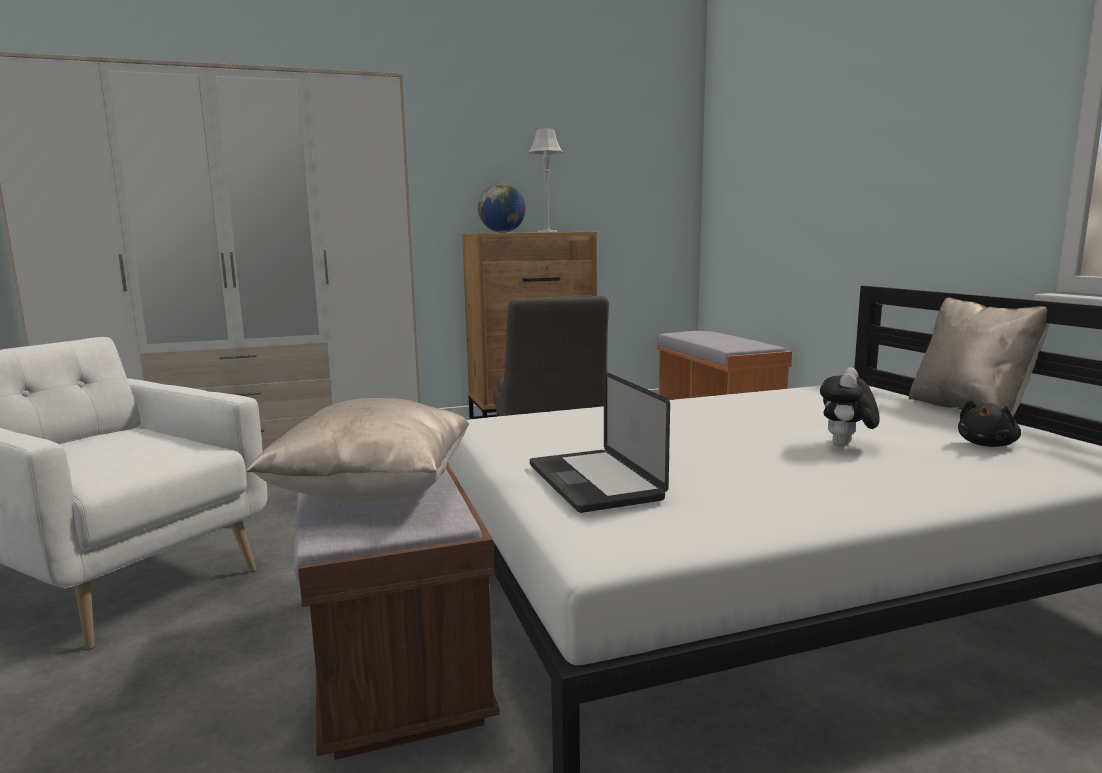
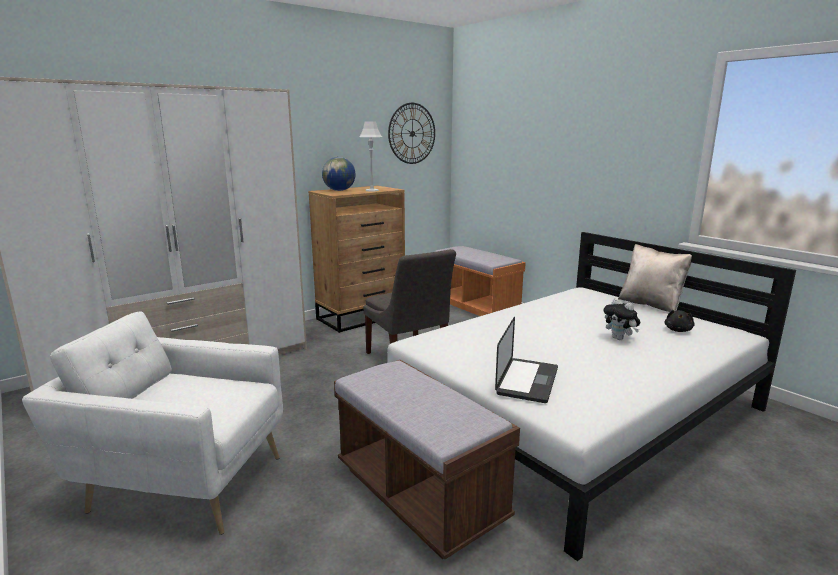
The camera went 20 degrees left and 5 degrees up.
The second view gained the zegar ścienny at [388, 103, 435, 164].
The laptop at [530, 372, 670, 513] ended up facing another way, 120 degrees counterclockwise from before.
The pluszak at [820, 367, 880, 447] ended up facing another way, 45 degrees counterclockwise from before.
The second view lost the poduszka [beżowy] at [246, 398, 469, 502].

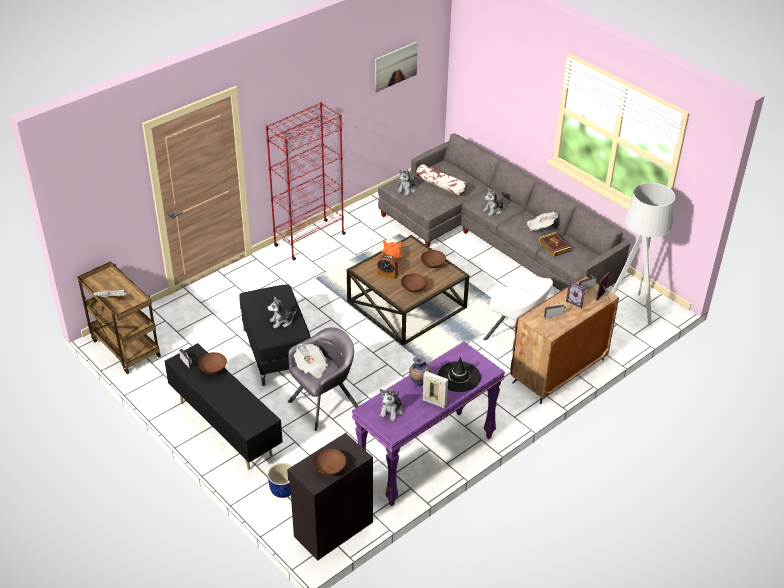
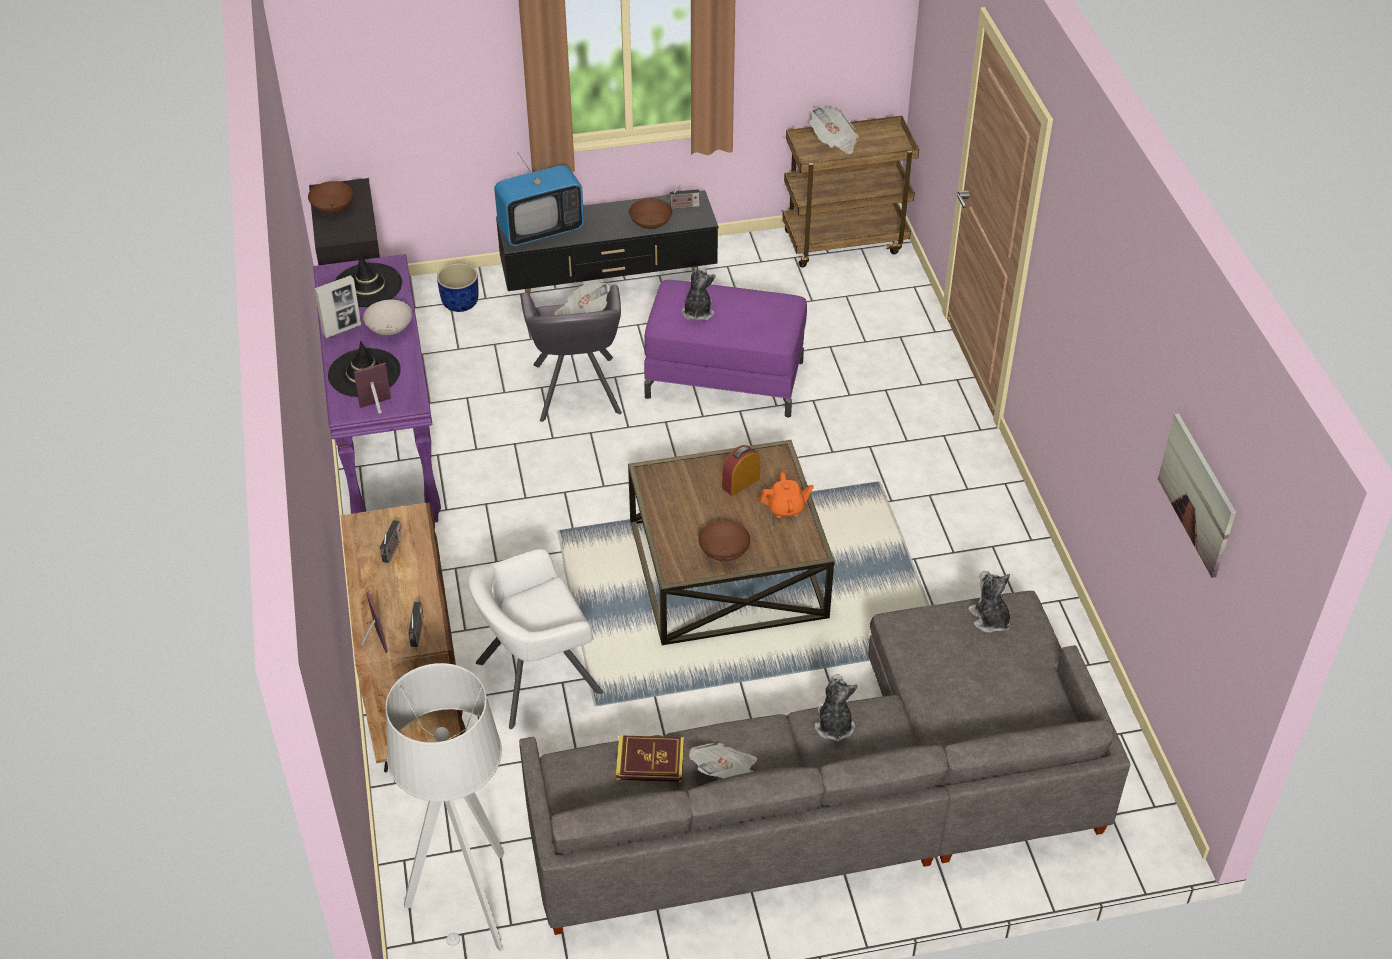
The camera went 120 degrees right and 5 degrees up.
Where the pluszak stood at [380, 389, 403, 421], the kapelusz [czarny] came to stand at [335, 254, 402, 307].
The ramka na zdjęcie ended up elsewhere, having gone from [566, 281, 586, 308] to [354, 363, 391, 414].
Where the wazon stood at [409, 355, 431, 386], the miska [biały] came to stand at [363, 300, 412, 335].
The second view gained the telewizor at [494, 144, 584, 246].
What was the pufa [czarny] at [239, 284, 311, 386] turned into the pufa [fioletowy] at [644, 280, 807, 417].
The second view lost the regał [czerwony] at [266, 102, 346, 260].
The second view lost the miska [brązowy] at [401, 273, 427, 292].
The second view lost the poduszka at [416, 164, 467, 196].

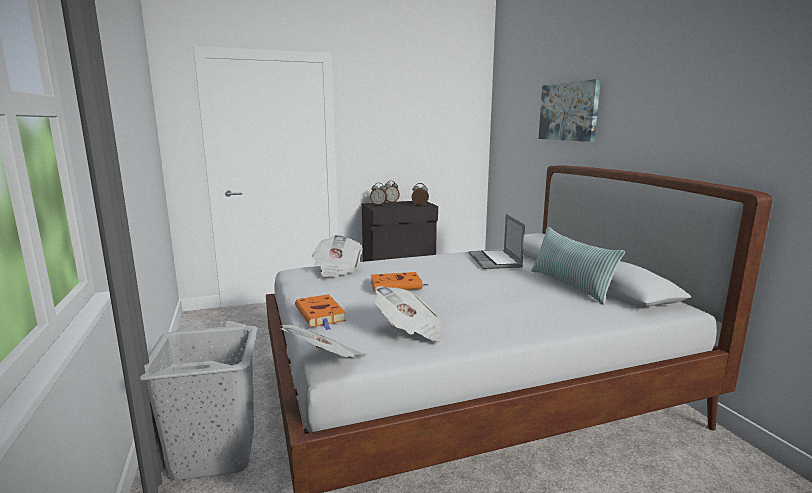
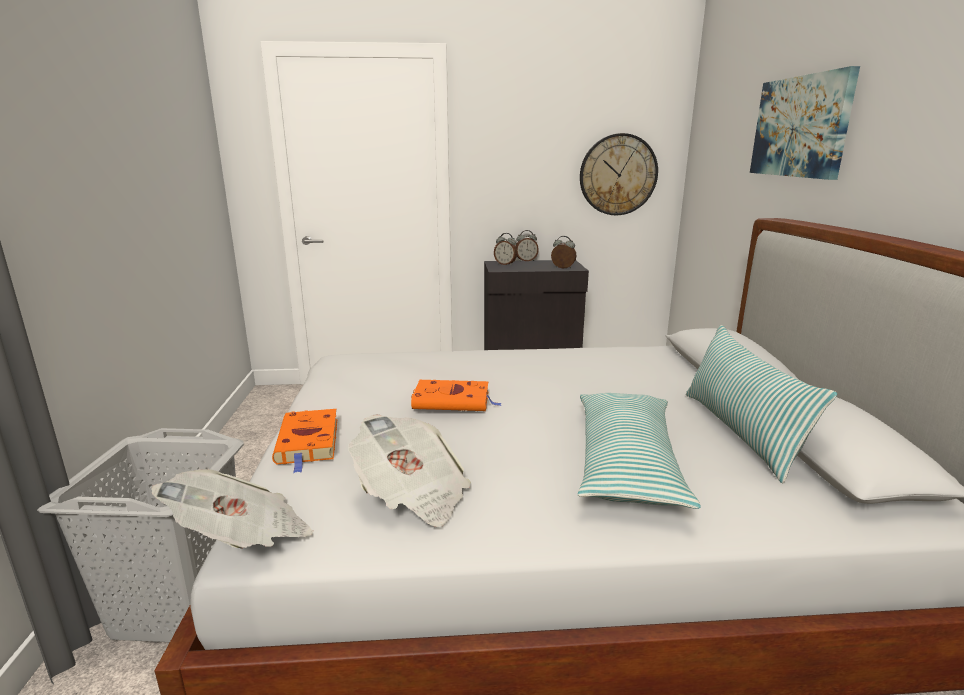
The camera went 15 degrees right and 5 degrees up.
The second view gained the poduszka at [578, 393, 701, 509].
The second view gained the zegar ścienny at [580, 133, 658, 215].
The second view lost the gazeta at [312, 235, 363, 277].
The second view lost the laptop at [469, 214, 525, 269].

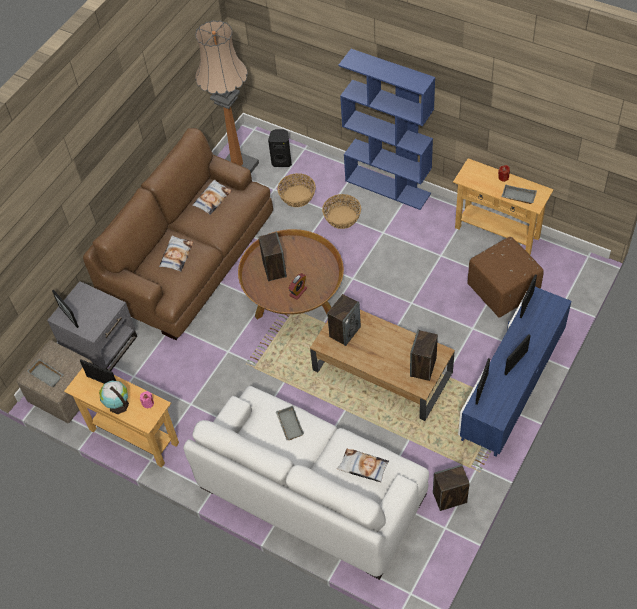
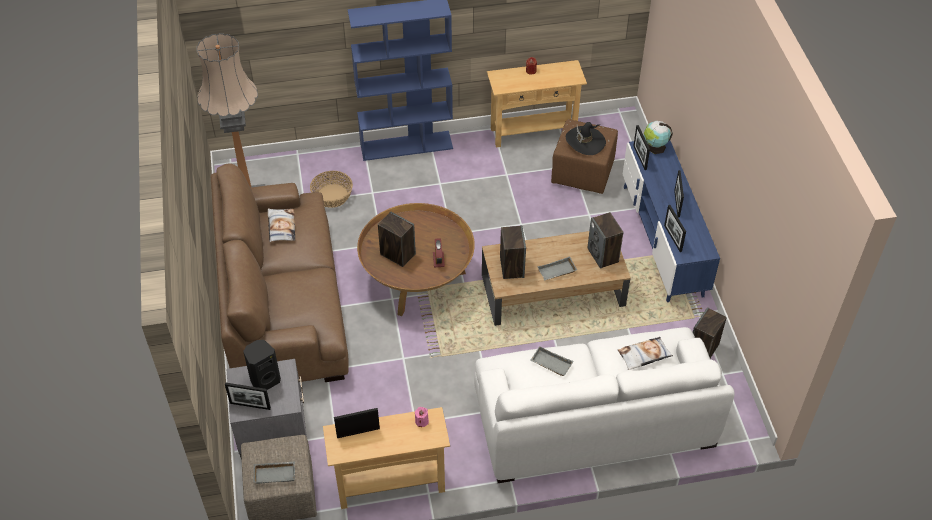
The camera went 45 degrees left and 5 degrees down.
The głośnik [czarny] ended up elsewhere, having gone from [268, 129, 292, 167] to [243, 340, 281, 390].
The taca [szary] ended up elsewhere, having gone from [501, 184, 537, 204] to [537, 256, 577, 280].
The second view gained the kapelusz [czarny] at [566, 122, 606, 155].
The globus ended up elsewhere, having gone from [99, 380, 129, 414] to [644, 121, 673, 154].
The second view lost the poduszka at [159, 235, 193, 271].
The second view lost the koszyk at [322, 194, 361, 229].

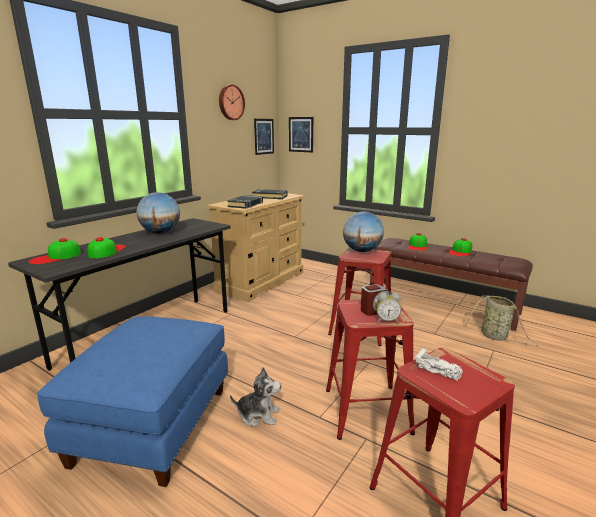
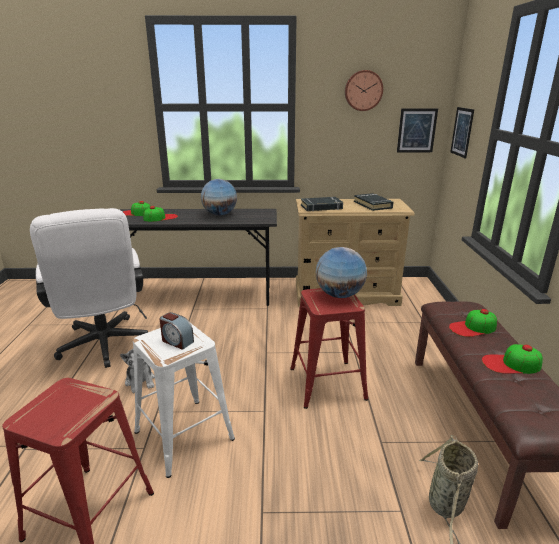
The camera went 55 degrees right and 5 degrees up.
Where the pufa [niebieski] stood at [37, 316, 228, 487], the krzesło biurowe [biały] came to stand at [30, 208, 148, 368].
What was the stołek [czerwony] at [326, 300, 415, 440] turned into the stołek [biały] at [133, 323, 235, 478].
The second view lost the budzik at [376, 293, 401, 323].
The second view lost the samochodzik [biały] at [414, 347, 463, 381].

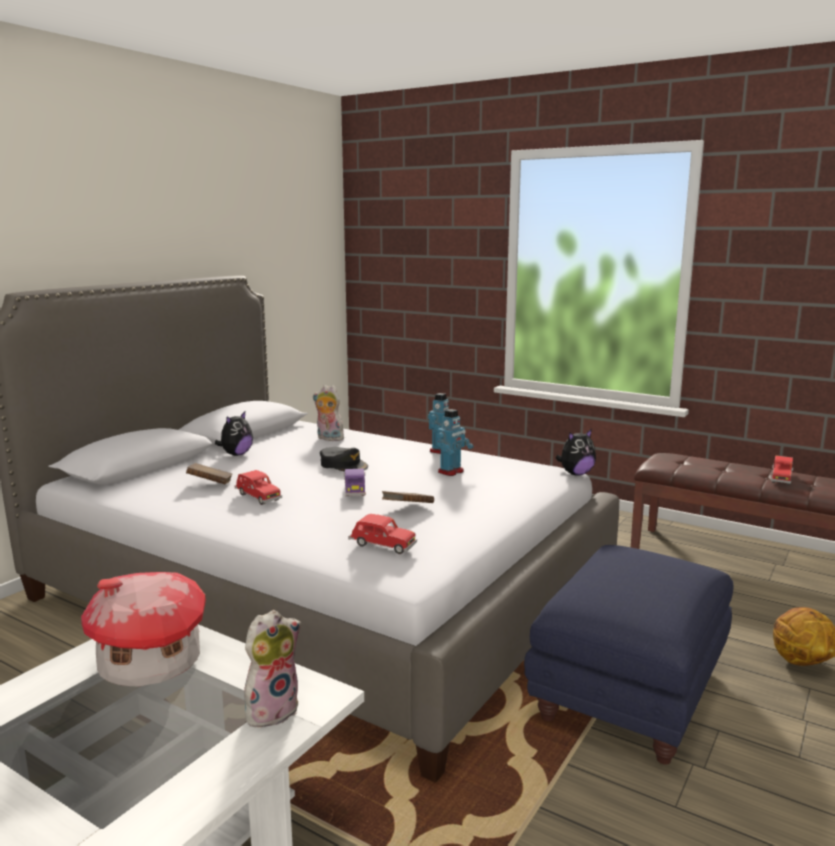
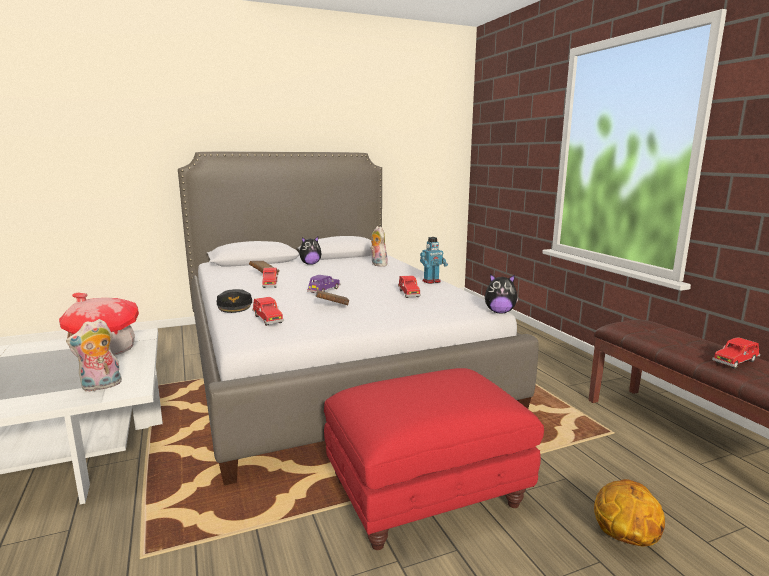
The camera went 35 degrees right and 0 degrees up.
The pluszak at [244, 610, 301, 727] ended up facing another way, 150 degrees clockwise from before.
The czapka z daszkiem [czarny] ended up elsewhere, having gone from [320, 447, 368, 472] to [216, 289, 252, 313].
What was the pufa [niebieski] at [524, 545, 734, 765] turned into the pufa [czerwony] at [324, 368, 544, 550].
Where the robot zabawkowy stood at [436, 409, 474, 476], the samochodzik [czerwony] came to stand at [398, 275, 421, 298].

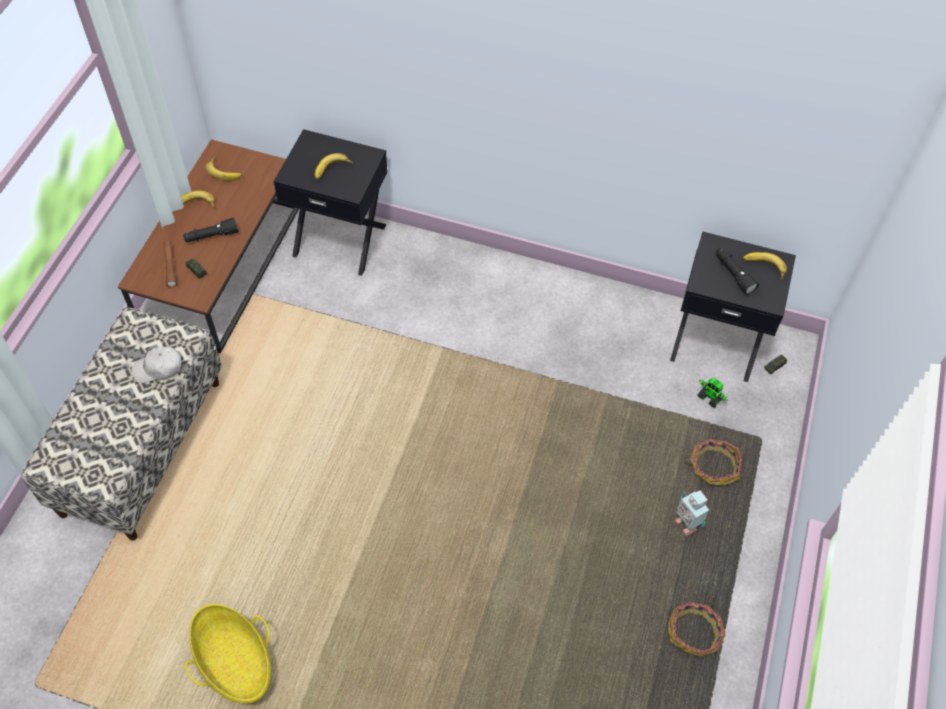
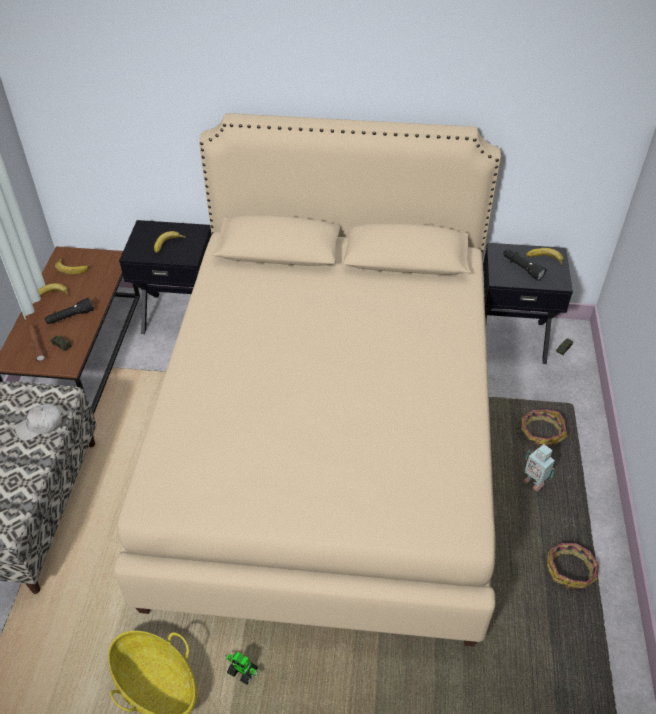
The camera went 10 degrees left and 10 degrees down.
The second view gained the łóżko [beżowy] at [114, 113, 501, 646].
The robot zabawkowy ended up elsewhere, having gone from [697, 378, 728, 408] to [225, 652, 258, 685].

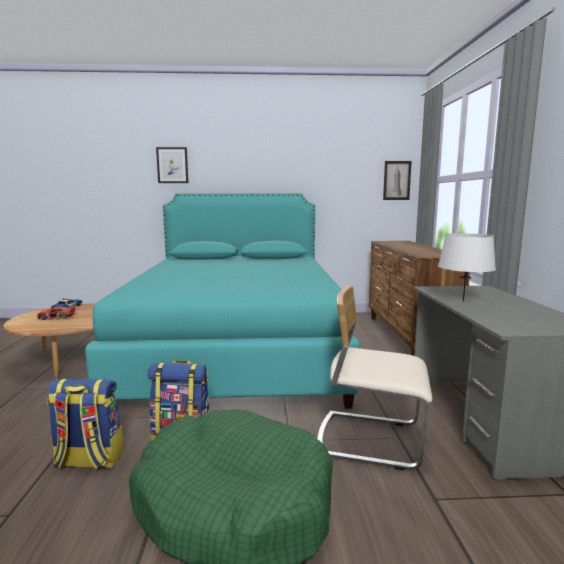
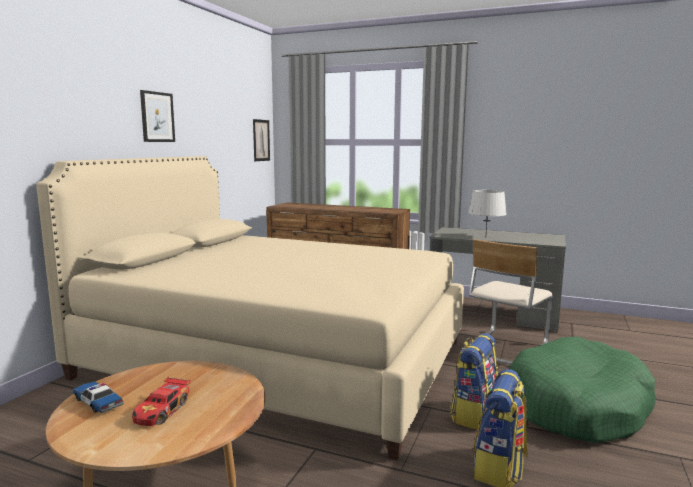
The camera went 65 degrees left and 0 degrees up.
What was the łóżko [turkusowy] at [85, 193, 360, 409] turned into the łóżko [beżowy] at [36, 156, 464, 460].
The obraz ended up elsewhere, having gone from [156, 147, 189, 183] to [140, 90, 175, 142].

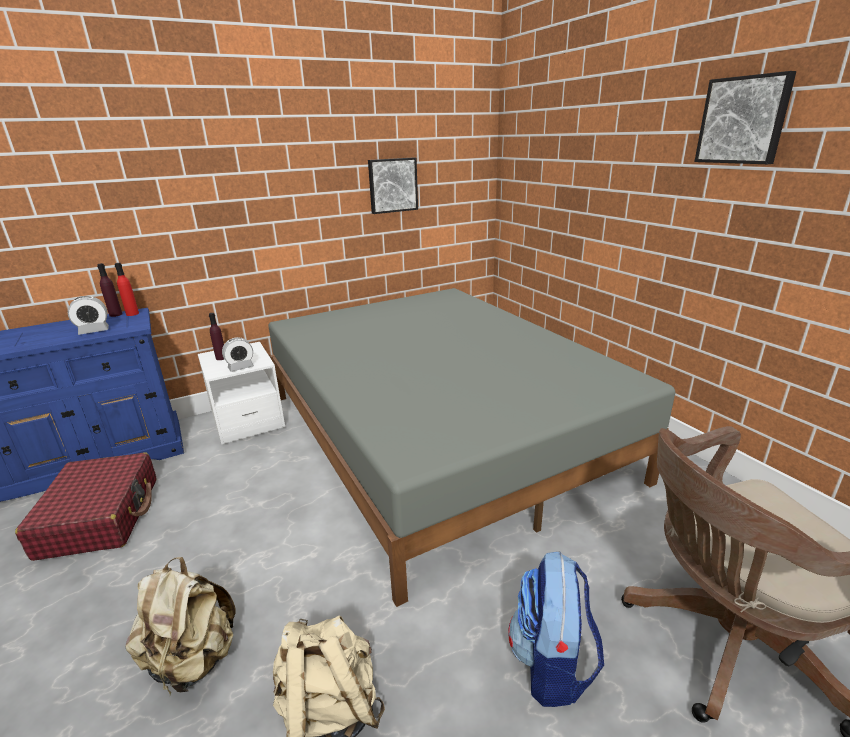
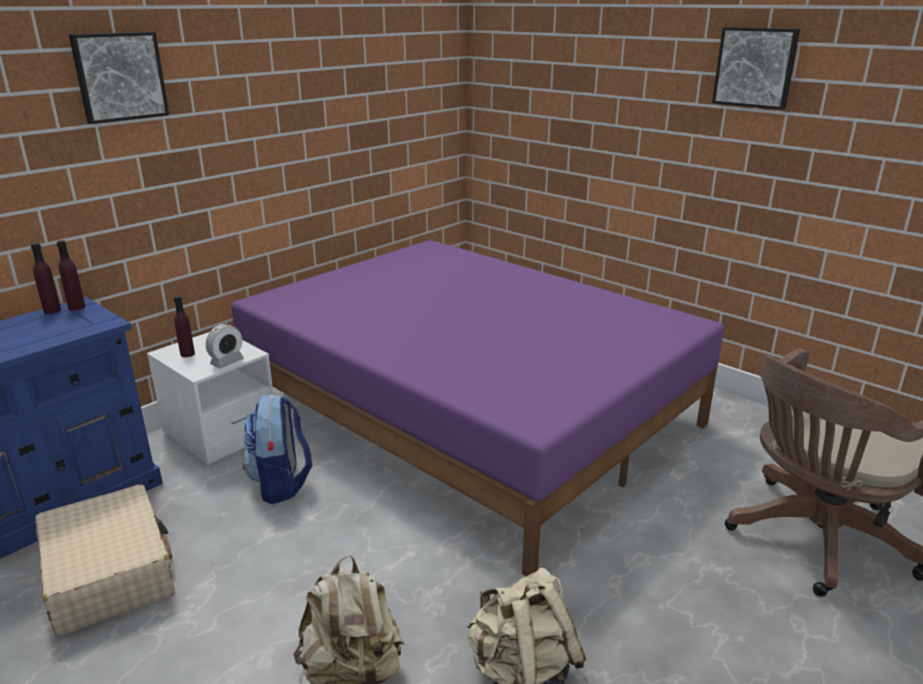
The camera went 20 degrees left and 0 degrees up.
What was the walizka [czerwony] at [15, 452, 156, 561] turned into the walizka [beżowy] at [35, 484, 175, 636].
What was the butelka [czerwony] at [115, 263, 139, 316] turned into the butelka [fioletowy] at [57, 240, 85, 311].
The obraz ended up elsewhere, having gone from [368, 157, 418, 214] to [69, 32, 169, 124].
What was the łóżko [szary] at [269, 288, 675, 607] turned into the łóżko [fioletowy] at [231, 240, 724, 576].
The plecak ended up elsewhere, having gone from [508, 552, 604, 707] to [242, 393, 312, 504].
The second view lost the budzik at [68, 296, 109, 335].

